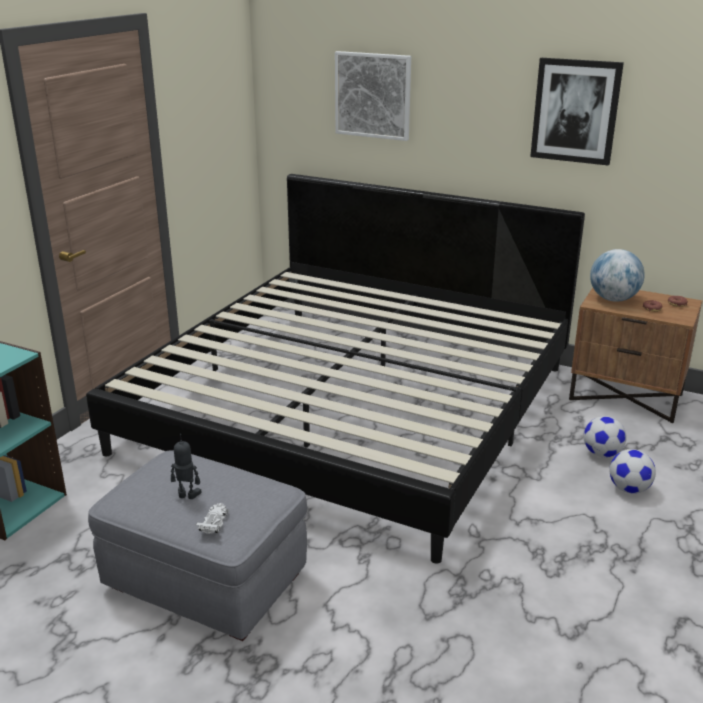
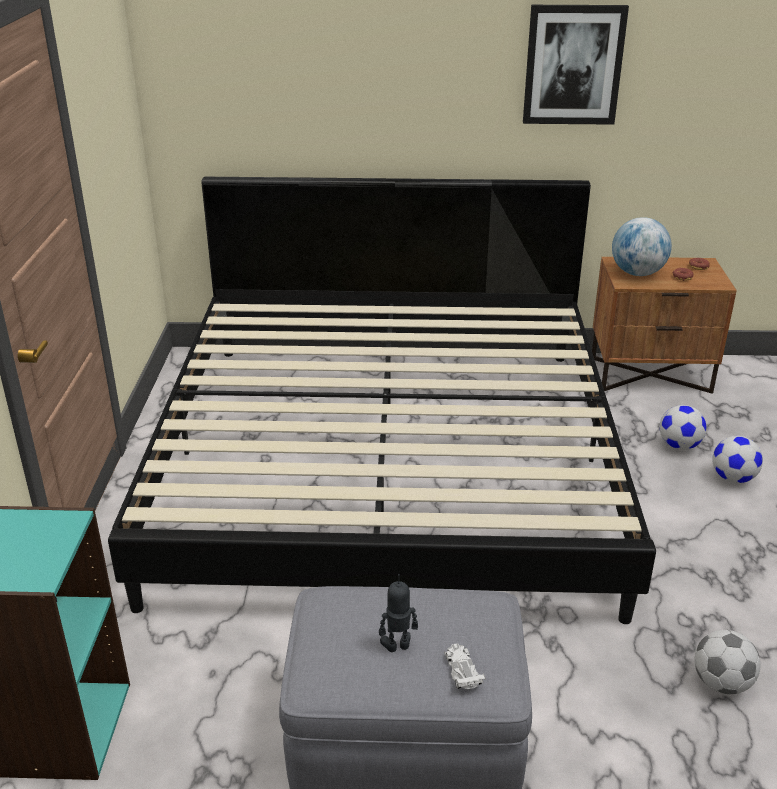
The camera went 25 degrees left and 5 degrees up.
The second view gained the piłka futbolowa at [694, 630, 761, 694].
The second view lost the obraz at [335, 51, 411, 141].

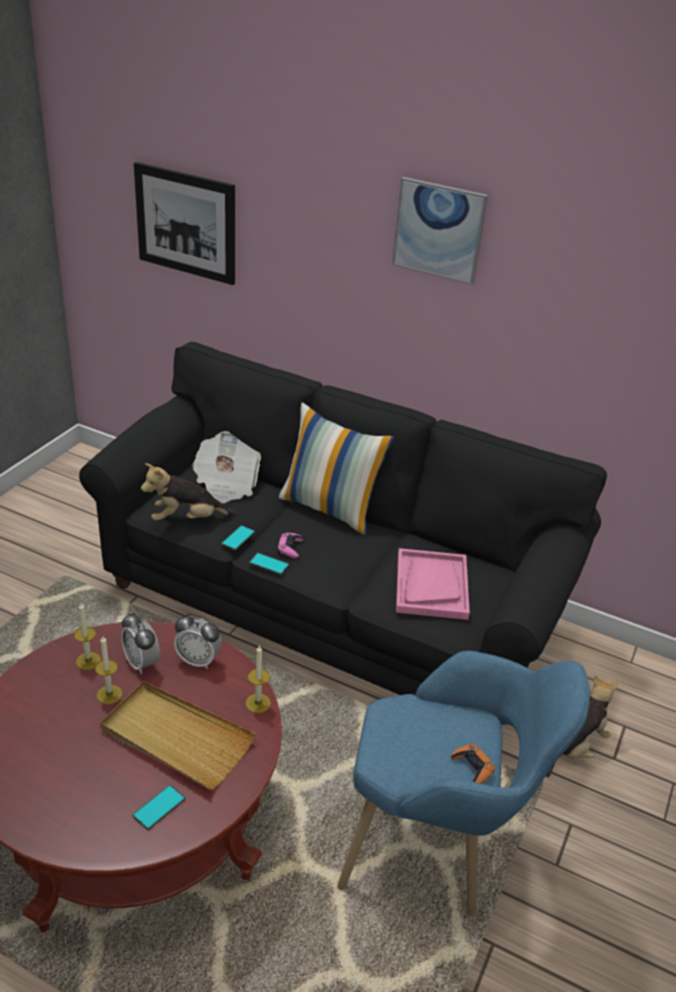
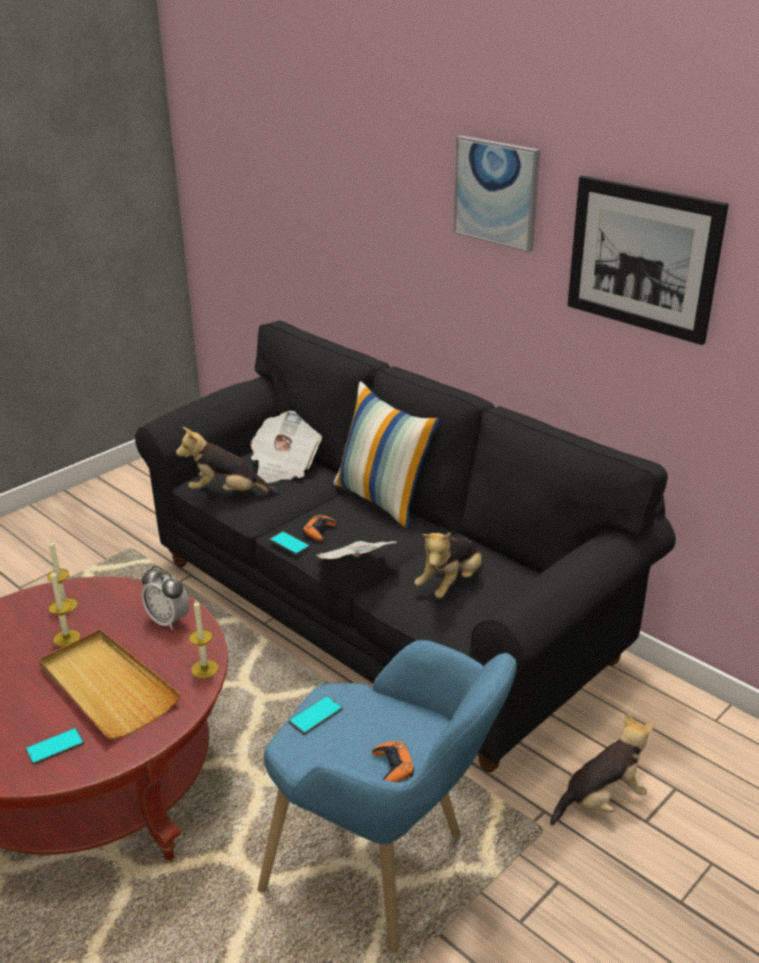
The camera went 20 degrees right and 5 degrees down.
The telefon ended up elsewhere, having gone from [221, 525, 255, 551] to [288, 696, 343, 735].
What was the pad do gier [różowy] at [278, 532, 304, 559] turned into the pad do gier [pomarańczowy] at [303, 515, 337, 542].
The second view gained the gazeta at [316, 541, 397, 559].
Where the taca [różowy] stood at [396, 548, 470, 620], the pluszak came to stand at [414, 532, 482, 599].
The obraz ended up elsewhere, having gone from [134, 162, 235, 285] to [567, 176, 729, 345].
The second view lost the budzik at [121, 613, 160, 674].

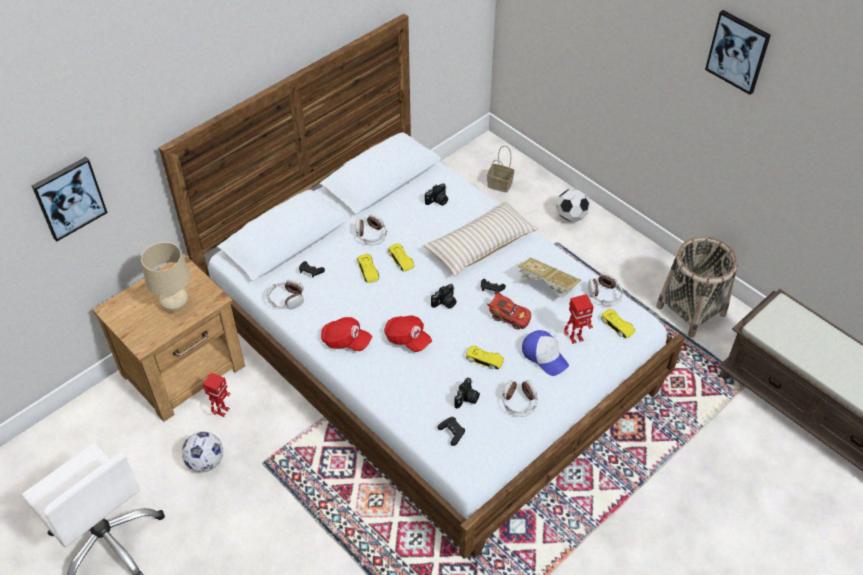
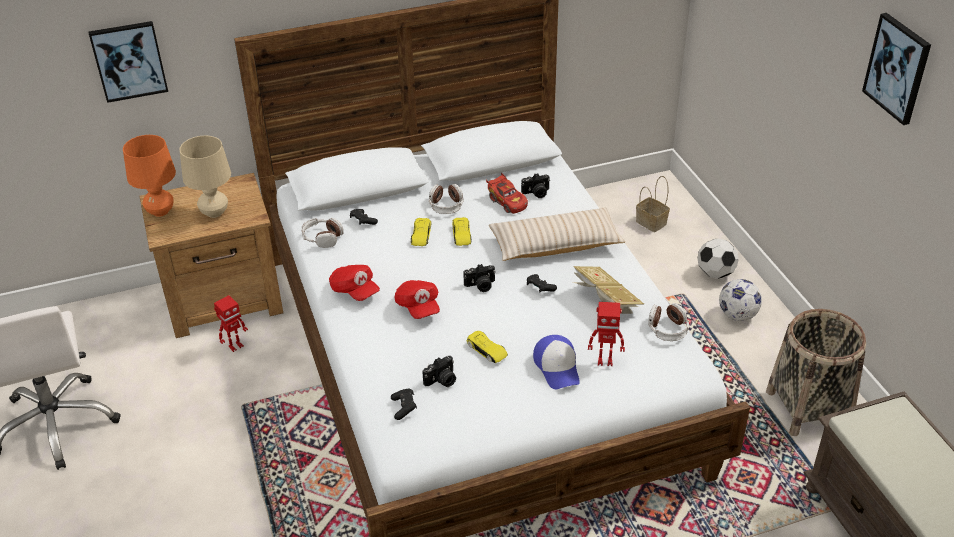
The camera went 25 degrees right and 10 degrees down.
The second view gained the lampa stołowa [pomarańczowy] at [123, 135, 176, 217].
The samochodzik [czerwony] ended up elsewhere, having gone from [487, 291, 531, 330] to [486, 173, 528, 214].
The piłka futbolowa ended up elsewhere, having gone from [182, 432, 223, 472] to [719, 279, 762, 321].
The second view lost the słuchawki at [502, 380, 538, 417].
The second view lost the samochodzik [żółty] at [601, 309, 635, 338].

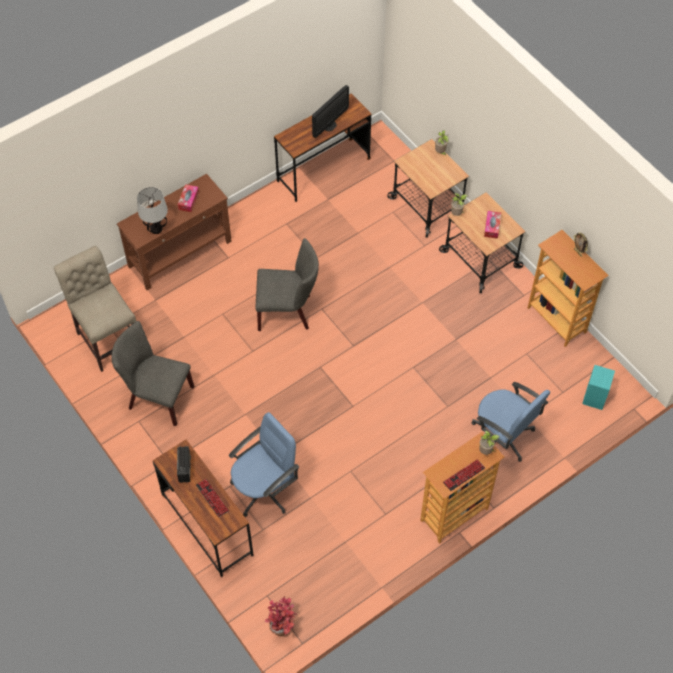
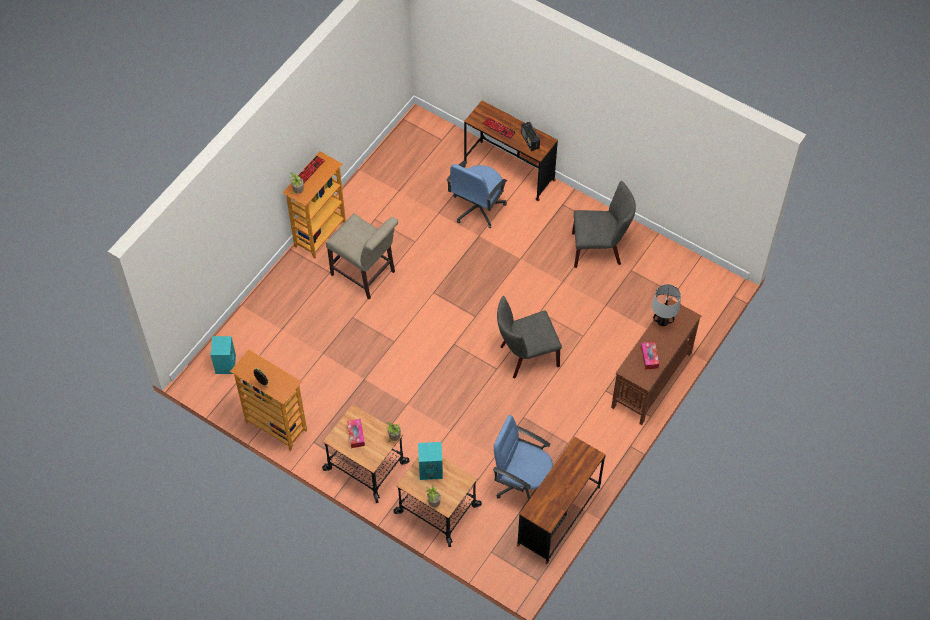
The camera went 160 degrees right and 0 degrees up.
The krzesło [beżowy] ended up elsewhere, having gone from [54, 246, 136, 372] to [326, 213, 398, 299].
The second view gained the głośnik [turkusowy] at [418, 442, 443, 480].
The krzesło biurowe [niebieski] ended up elsewhere, having gone from [471, 382, 550, 462] to [493, 415, 553, 501].
The second view lost the roślina doniczkowa at [265, 596, 297, 636].
The second view lost the monitor at [312, 85, 349, 138].

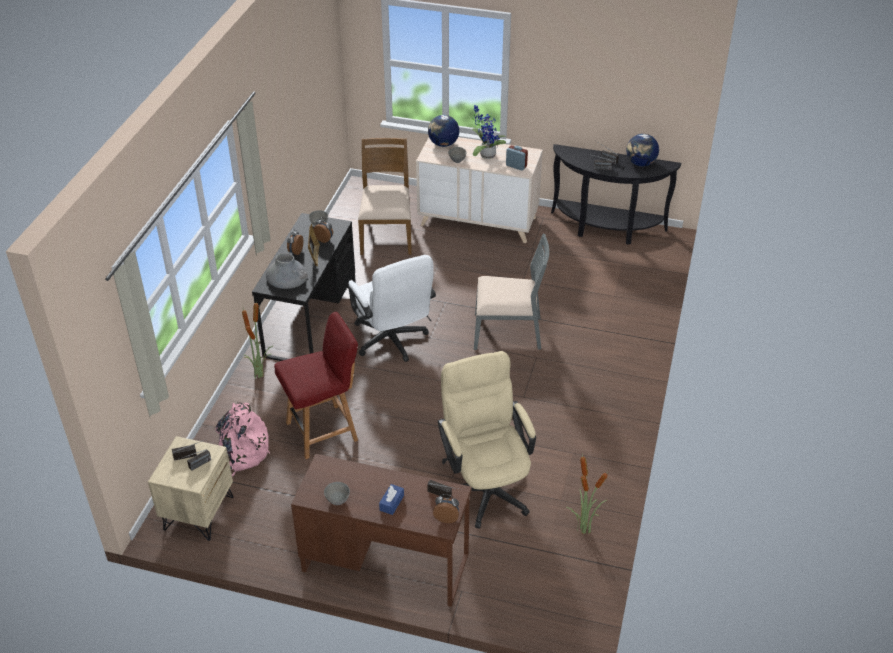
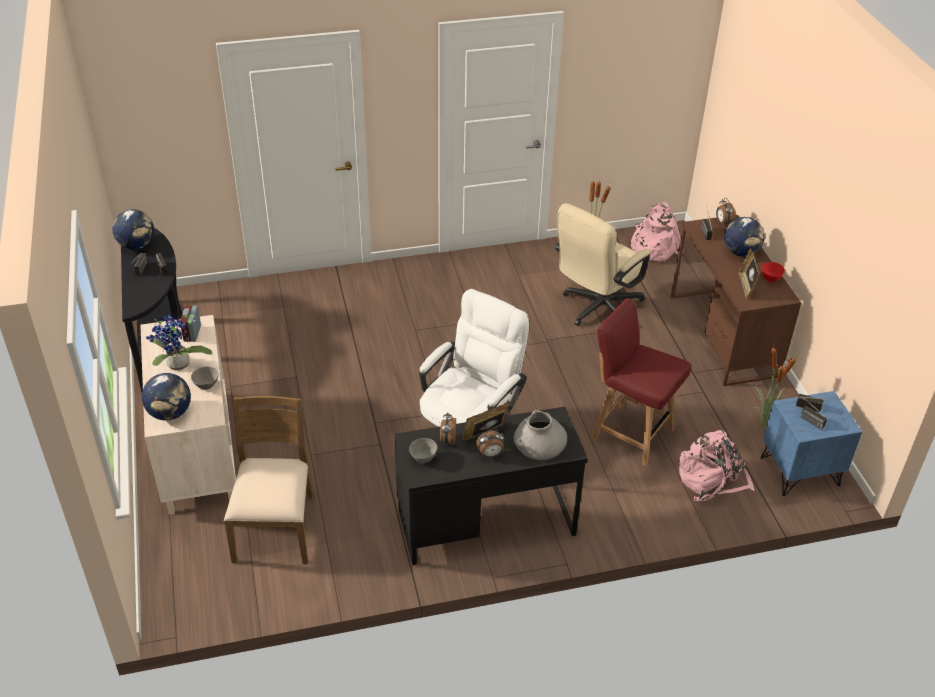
The camera went 120 degrees left and 0 degrees up.
The krzesło [brązowy] at [358, 138, 412, 255] ended up facing another way, 120 degrees clockwise from before.
The second view gained the plecak [różowy] at [630, 202, 681, 261].
Where the pudełko chusteczek [niebieski] stood at [379, 484, 404, 515], the globus came to stand at [724, 217, 765, 257].
The second view gained the ramka na zdjęcie at [738, 248, 760, 298].
The roślina doniczkowa ended up elsewhere, having gone from [242, 299, 273, 379] to [754, 348, 796, 430].
What was the miska [szary] at [324, 482, 350, 505] turned into the miska [czerwony] at [761, 262, 785, 282].
What was the szafka nocna [beżowy] at [148, 436, 234, 541] turned into the szafka nocna [niebieski] at [761, 391, 862, 496].
The second view lost the krzesło [szary] at [474, 234, 549, 350].

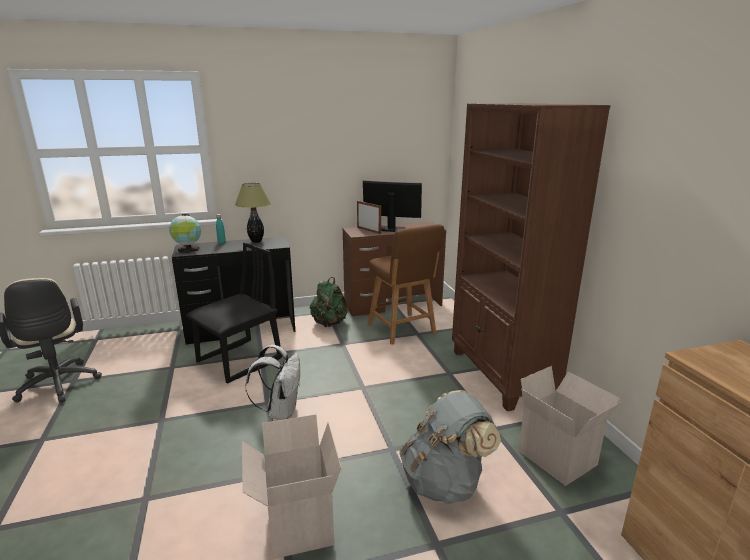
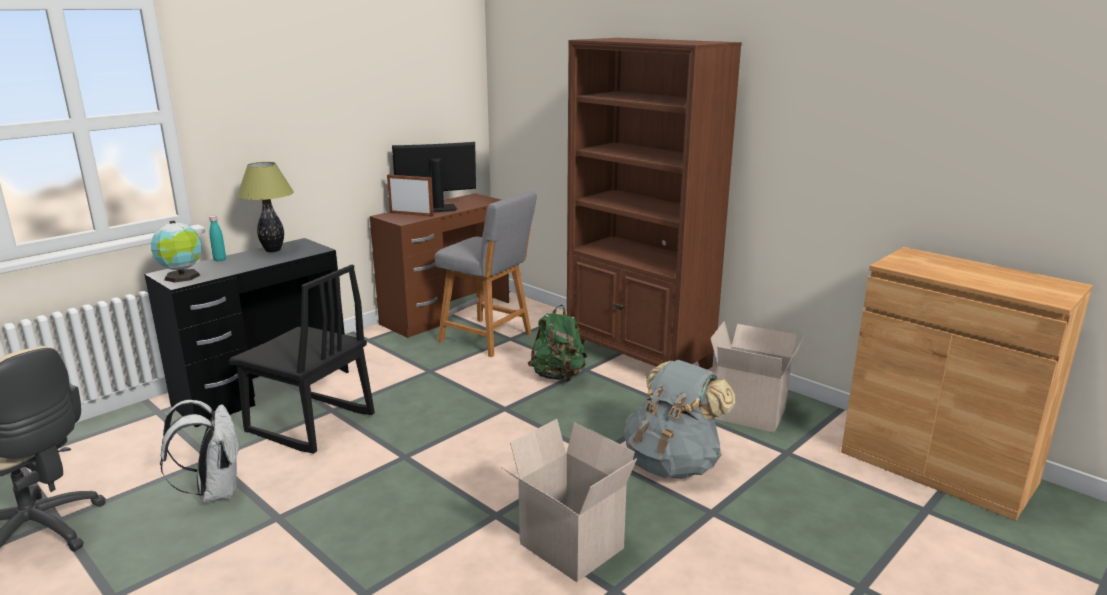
The camera went 30 degrees left and 0 degrees up.
The plecak [biały] ended up elsewhere, having gone from [245, 345, 300, 420] to [160, 400, 241, 503].
The krzesło [czarny] at [186, 242, 282, 384] ended up facing another way, 105 degrees clockwise from before.
What was the stołek [brązowy] at [368, 224, 444, 345] turned into the stołek [szary] at [435, 191, 536, 357].
The plecak [zielony] ended up elsewhere, having gone from [310, 277, 348, 327] to [528, 305, 587, 382].

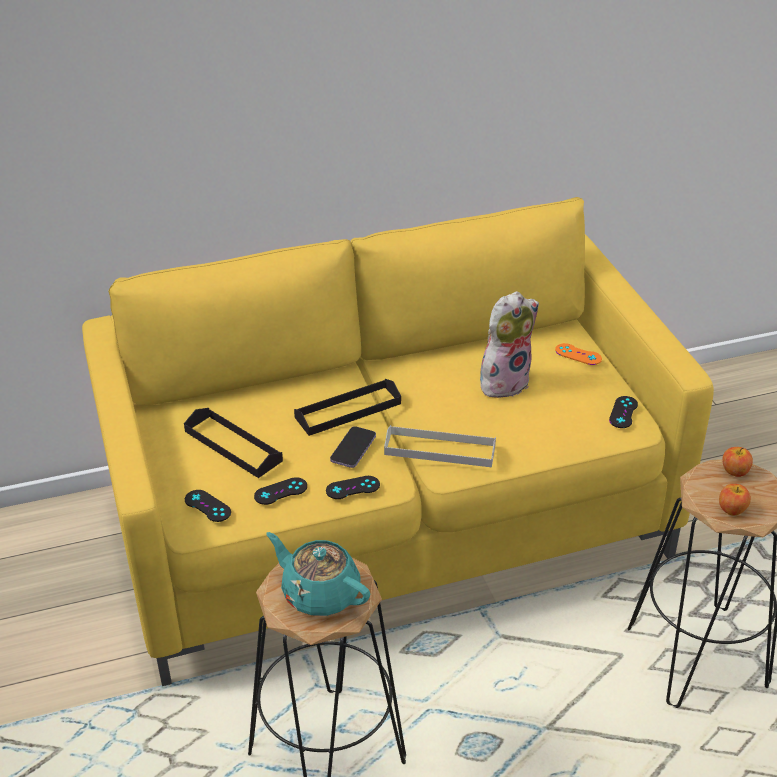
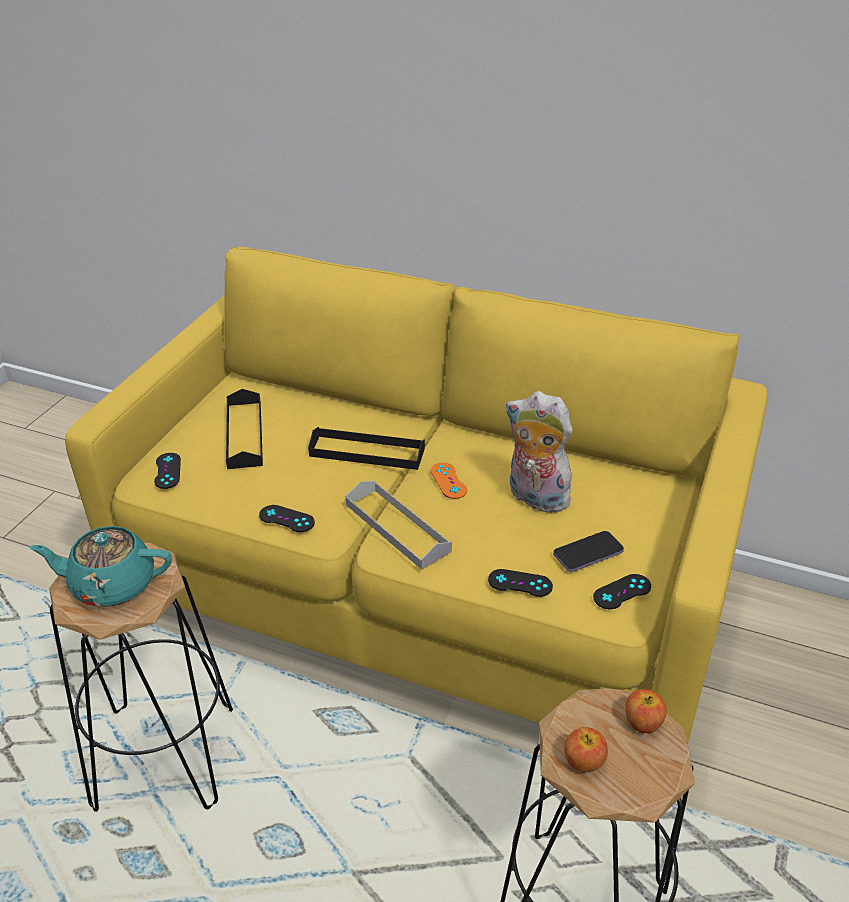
The camera went 40 degrees right and 0 degrees up.
The imbryk [turkusowy] at [267, 532, 370, 616] ended up facing another way, 75 degrees counterclockwise from before.
The pad do gier [pomarańczowy] ended up elsewhere, having gone from [555, 343, 602, 365] to [431, 462, 467, 499].
The pad do gier [czarny] ended up elsewhere, having gone from [254, 477, 307, 505] to [488, 569, 553, 597].
The pluszak at [480, 291, 539, 398] ended up facing another way, 150 degrees counterclockwise from before.
The telefon ended up elsewhere, having gone from [330, 426, 376, 468] to [553, 531, 624, 572].

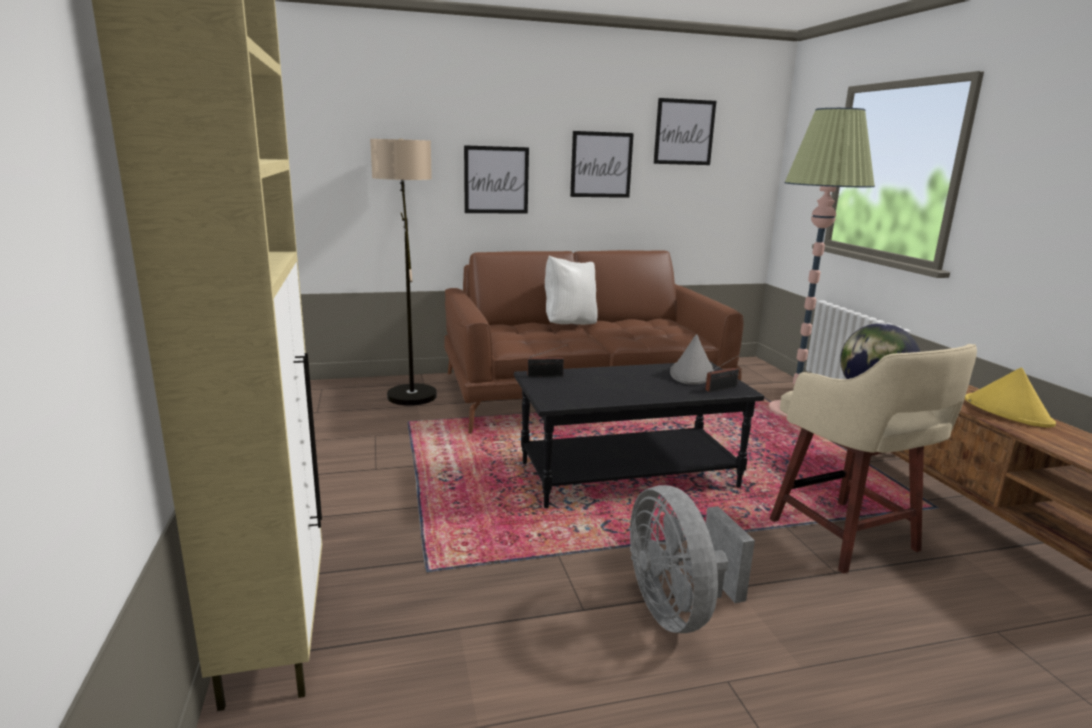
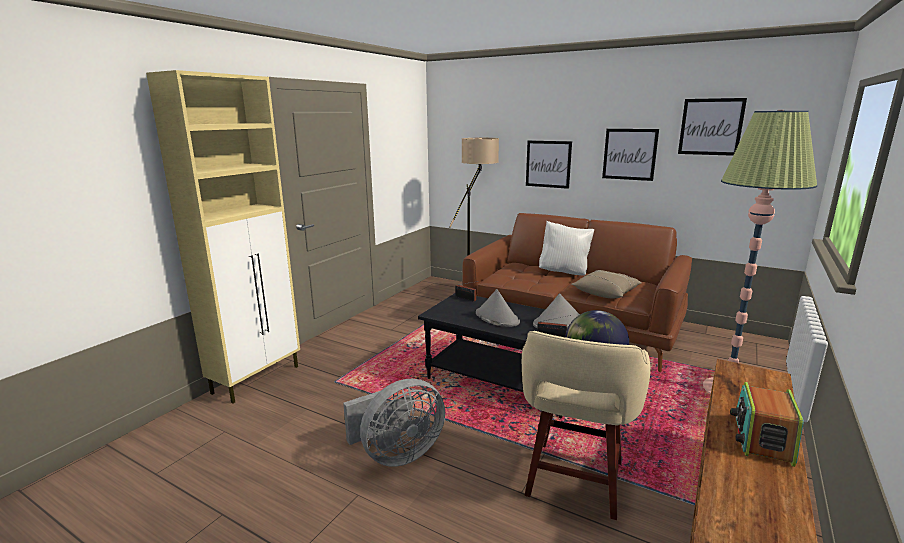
The camera went 45 degrees right and 0 degrees up.
The wentylator [szary] at [630, 485, 755, 633] ended up facing another way, 150 degrees counterclockwise from before.
The second view gained the kapelusz [szary] at [476, 289, 520, 327].
The second view gained the poduszka [beżowy] at [571, 270, 642, 298].
Where the kapelusz [żółty] stood at [965, 368, 1056, 427], the radio came to stand at [730, 382, 803, 467].

